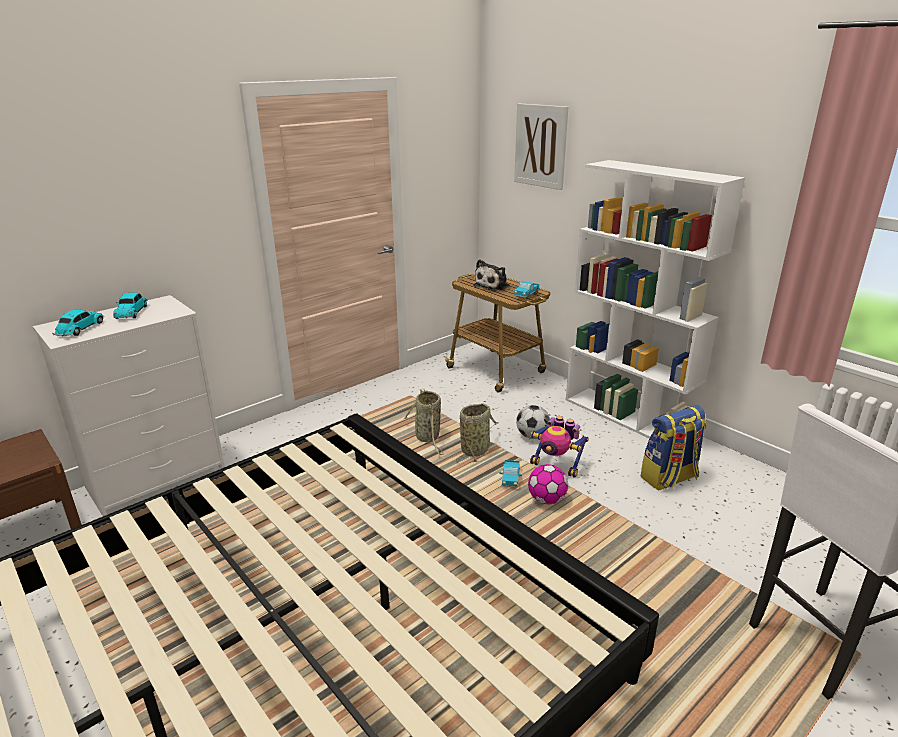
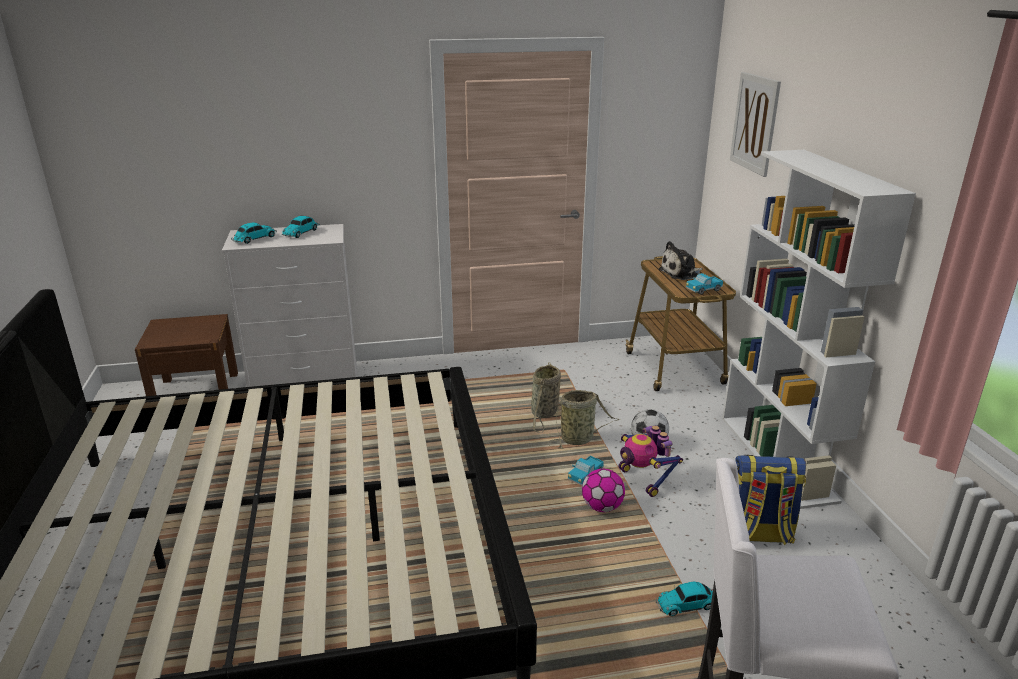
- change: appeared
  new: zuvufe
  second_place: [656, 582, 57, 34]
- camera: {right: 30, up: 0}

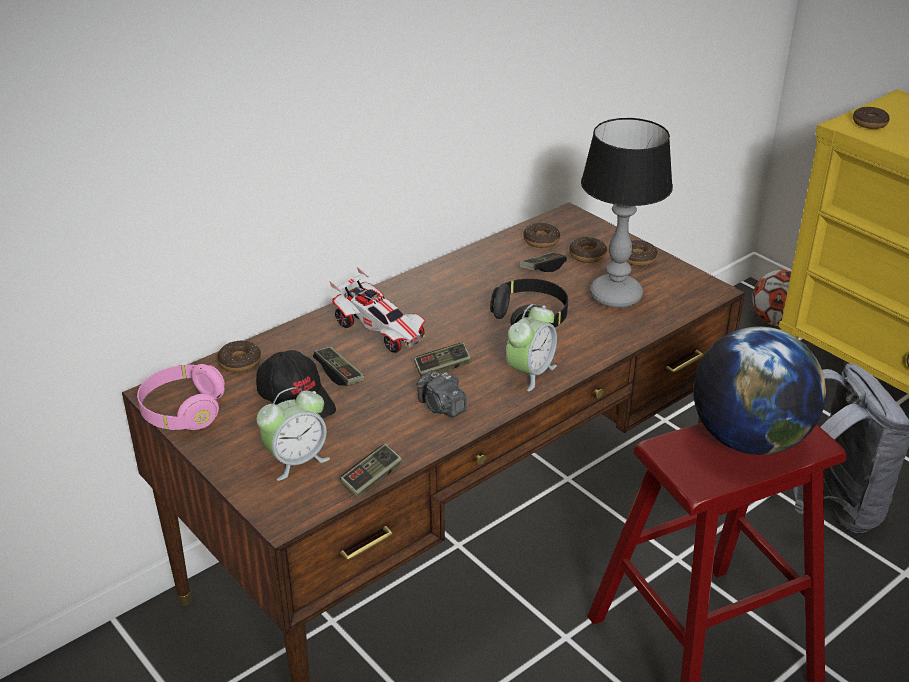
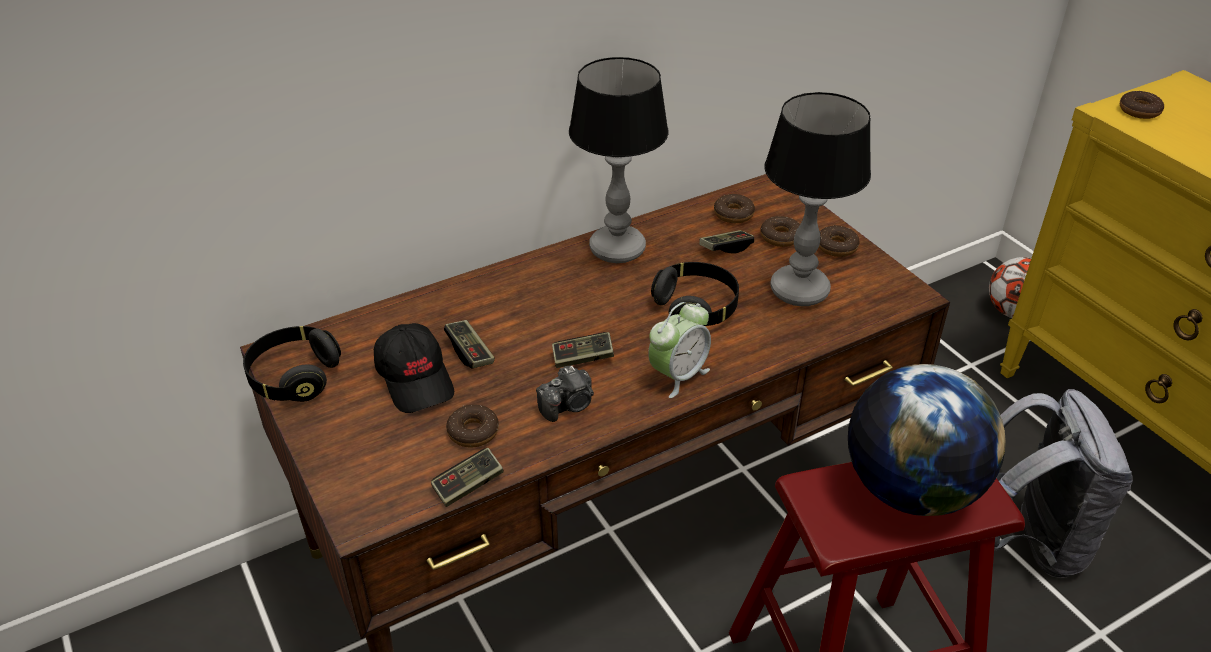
- change: missing
  old: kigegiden
  first_place: [256, 387, 74, 94]
- change: missing
  old: zuvufe
  first_place: [329, 267, 97, 86]
- change: appeared
  new: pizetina
  second_place: [569, 57, 99, 206]
- change: relocated
  old: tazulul
  first_place: [217, 340, 44, 32]
  second_place: [446, 405, 53, 42]
- change: colour
  old: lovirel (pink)
  new: lovirel (black)
  first_place: [137, 364, 88, 66]
  second_place: [243, 326, 98, 76]
- change: spun
  old: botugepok
  first_place: [417, 370, 50, 47]
  second_place: [536, 366, 58, 56]
  degrees: -90
- camera: {right: 10, up: 5}

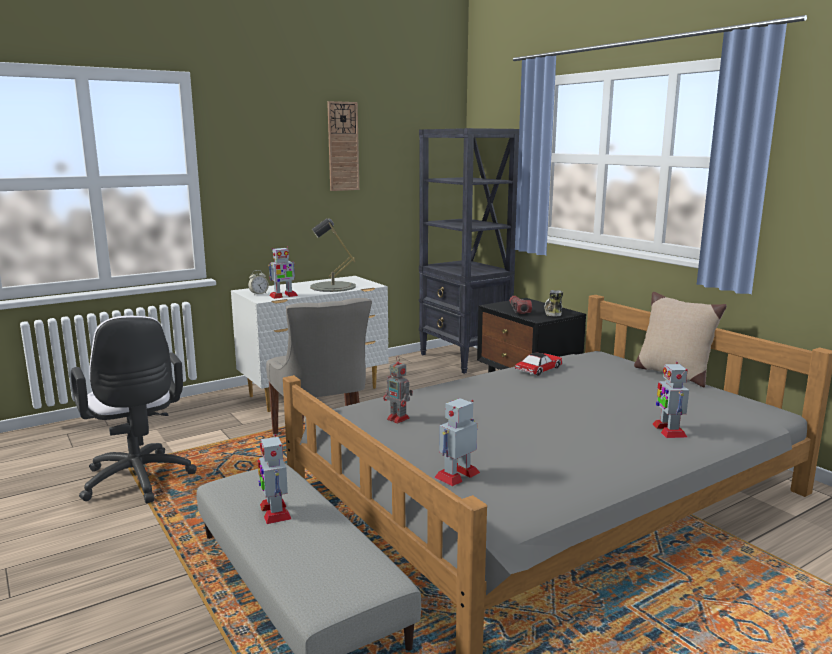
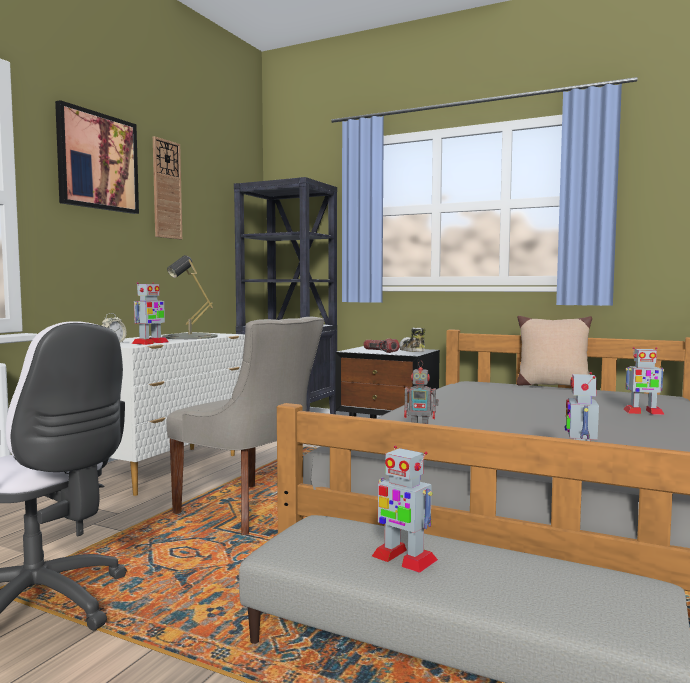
- change: missing
  old: zuvufe
  first_place: [515, 352, 48, 23]
- change: appeared
  new: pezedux
  second_place: [55, 100, 84, 114]
- change: spun
  old: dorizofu
  first_place: [652, 362, 37, 76]
  second_place: [623, 347, 42, 68]
  degrees: -45
- camera: {right: -30, up: -10}

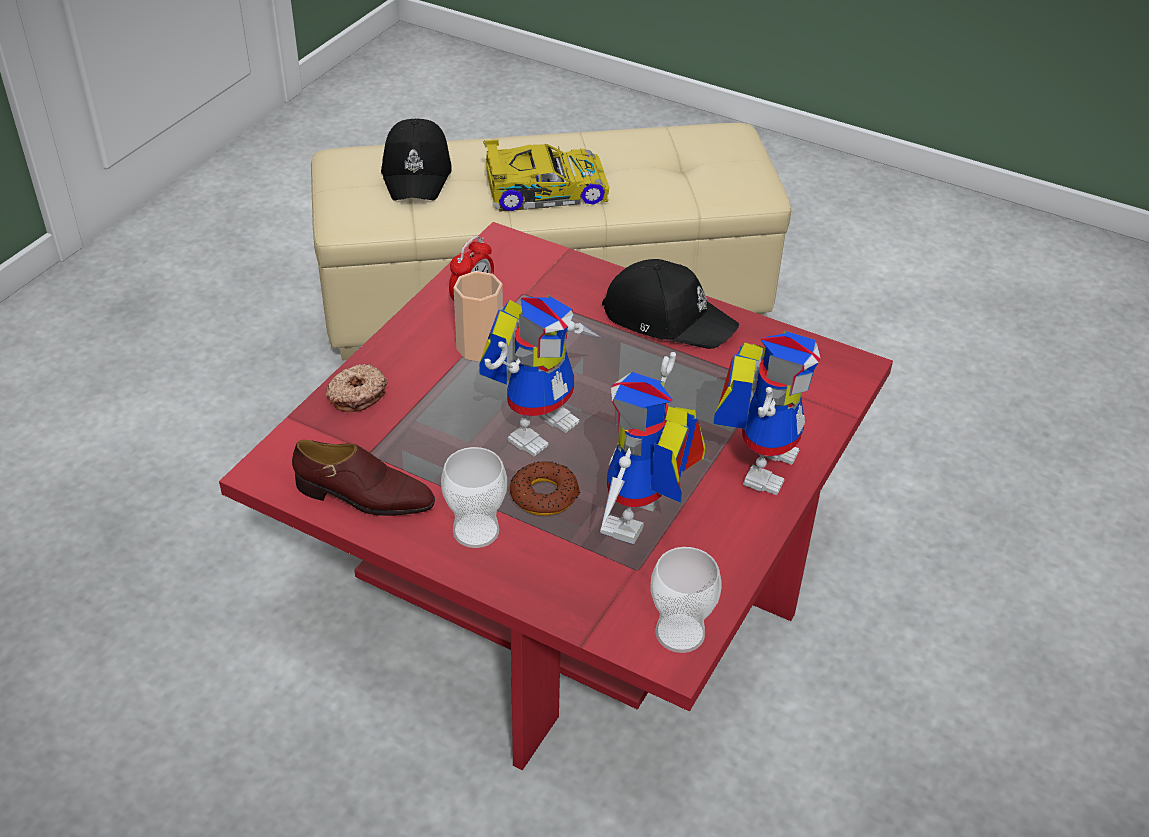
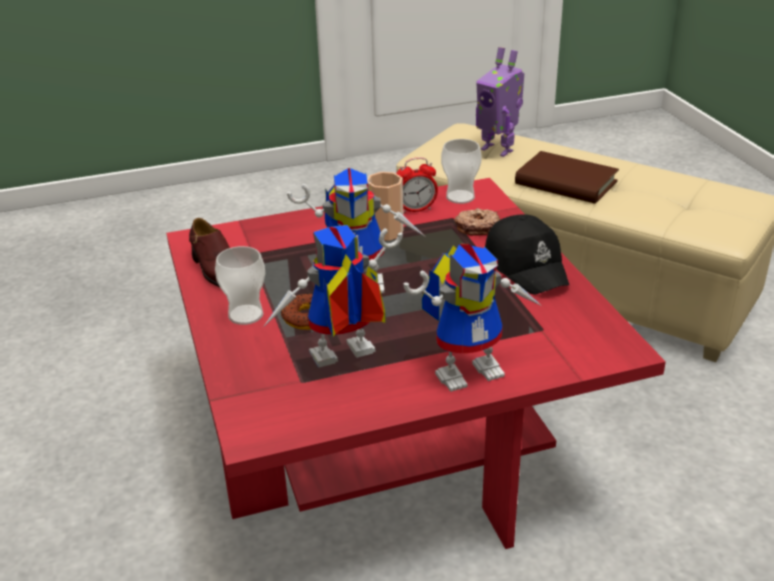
- change: relocated
  old: tazulul
  first_place: [326, 364, 61, 48]
  second_place: [454, 208, 46, 28]
- change: relocated
  old: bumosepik
  first_place: [650, 547, 72, 106]
  second_place: [441, 139, 41, 65]
- change: exchanged
  old: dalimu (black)
  new: dorizofu
  first_place: [381, 119, 71, 82]
  second_place: [476, 47, 48, 110]
- change: exchanged
  old: zuvufe
  new: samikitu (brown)
  first_place: [483, 140, 126, 72]
  second_place: [515, 151, 104, 53]
- camera: {right: 45, up: -10}

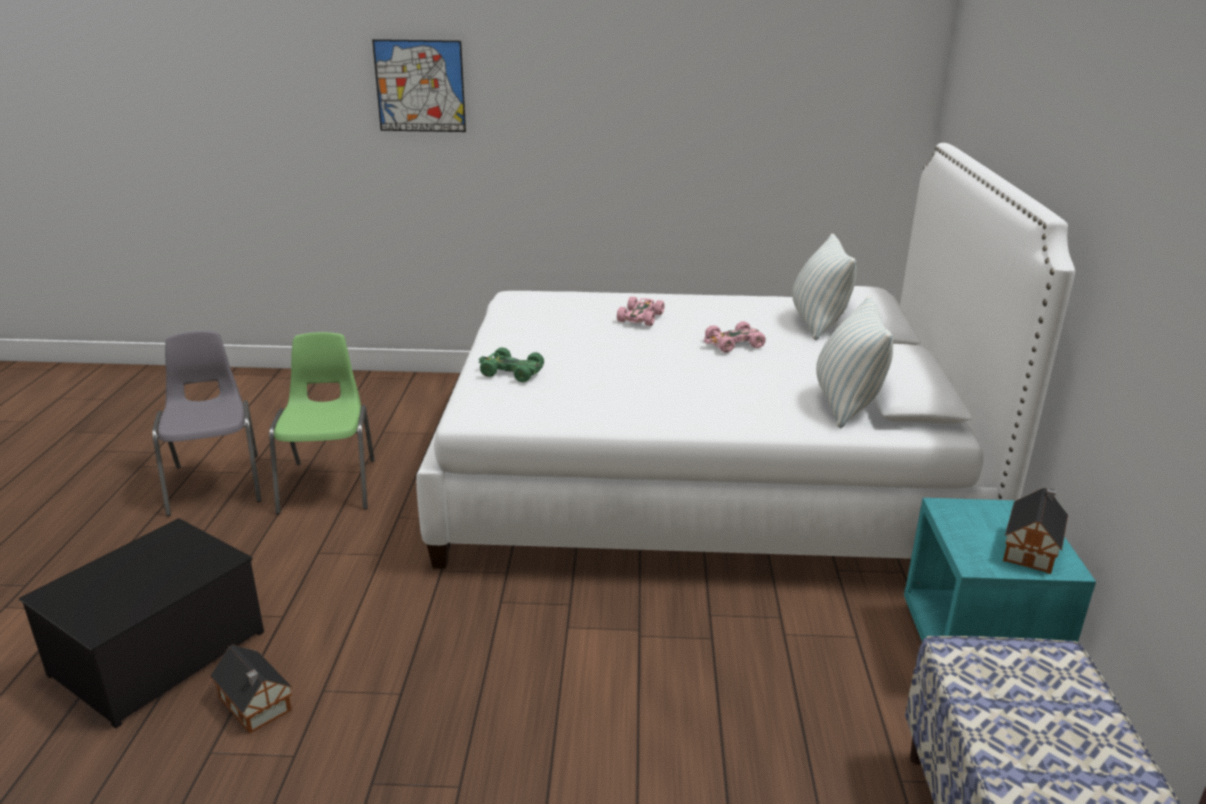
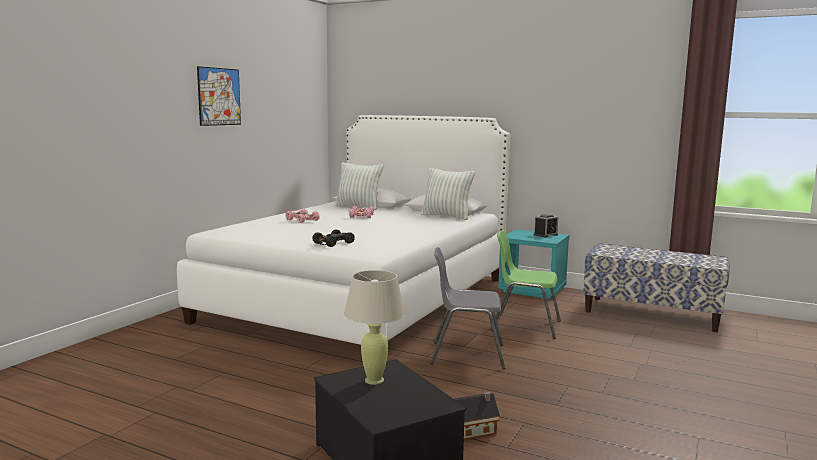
- change: appeared
  new: pizetina (beige)
  second_place: [344, 270, 61, 115]
- change: relocated
  old: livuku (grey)
  first_place: [152, 331, 110, 185]
  second_place: [430, 247, 75, 122]
- change: relocated
  old: livuku (green)
  first_place: [269, 332, 106, 182]
  second_place: [490, 230, 71, 109]
- change: relocated
  old: pezedux
  first_place: [372, 39, 94, 93]
  second_place: [197, 66, 44, 60]
- change: exchanged
  old: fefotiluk
  new: kigegiden
  first_place: [1003, 488, 65, 86]
  second_place: [534, 214, 24, 24]
- change: colour
  old: zuvufe (green)
  new: zuvufe (black)
  first_place: [478, 347, 66, 35]
  second_place: [312, 229, 43, 18]
- camera: {right: -65, up: -15}

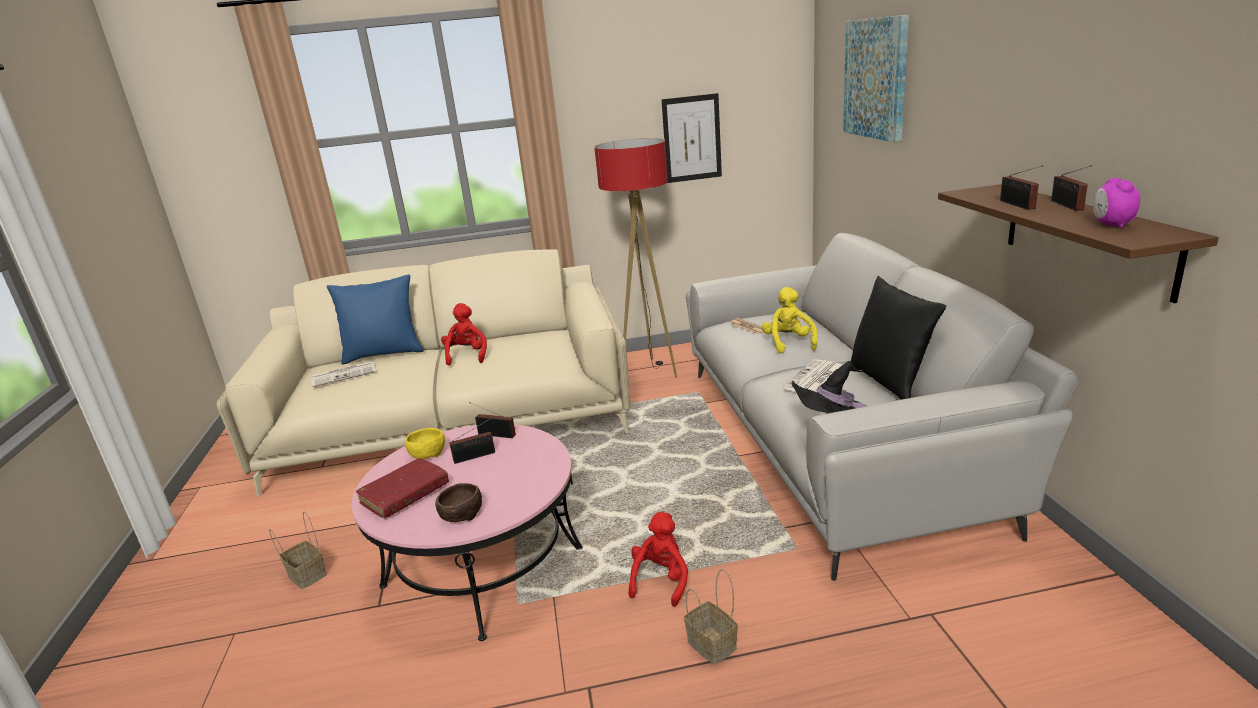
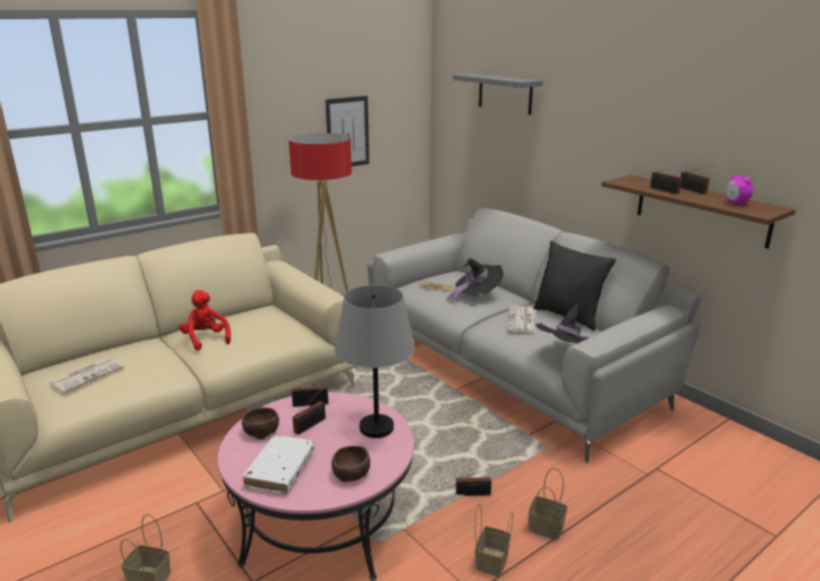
- change: missing
  old: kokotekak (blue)
  first_place: [327, 275, 97, 90]
- change: appeared
  new: pizetina (grey)
  second_place: [334, 285, 81, 153]
- change: appeared
  new: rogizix
  second_place: [475, 503, 38, 74]
- change: exchanged
  old: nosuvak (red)
  new: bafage
  first_place: [629, 512, 59, 95]
  second_place: [456, 467, 40, 29]
- change: exchanged
  old: nosuvak (yellow)
  new: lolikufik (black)
  first_place: [762, 287, 56, 66]
  second_place: [447, 258, 57, 46]
- change: exchanged
  old: pezedux
  new: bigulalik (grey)
  first_place: [843, 15, 66, 128]
  second_place: [453, 73, 90, 42]
- change: colour
  old: samikitu (red)
  new: samikitu (white)
  first_place: [356, 458, 93, 60]
  second_place: [242, 435, 73, 59]
- change: colour
  old: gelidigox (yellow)
  new: gelidigox (brown)
  first_place: [405, 428, 40, 31]
  second_place: [242, 407, 37, 32]
- camera: {right: -30, up: 0}

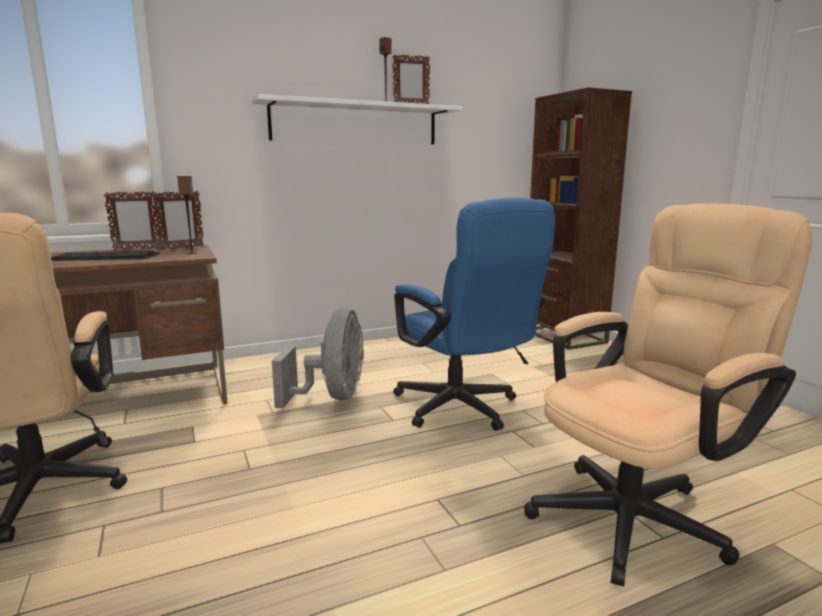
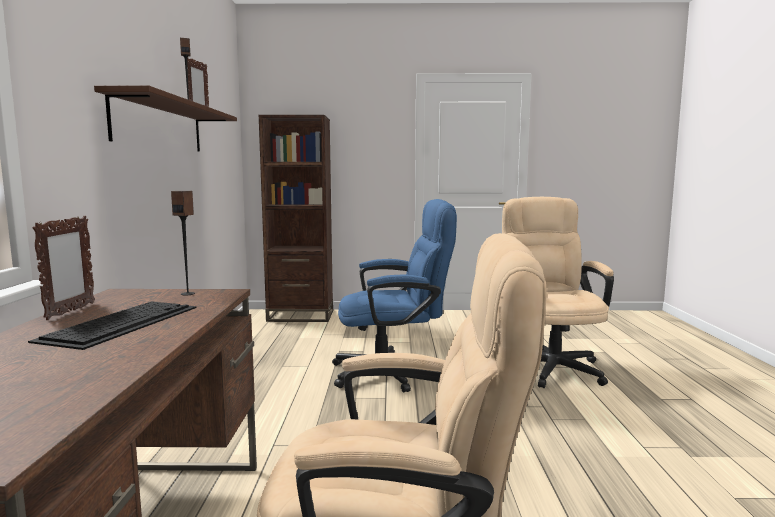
- change: missing
  old: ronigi
  first_place: [153, 191, 51, 59]
- change: missing
  old: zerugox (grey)
  first_place: [272, 308, 92, 100]
- change: colour
  old: bigulalik (white)
  new: bigulalik (brown)
  first_place: [252, 94, 211, 51]
  second_place: [94, 85, 143, 67]
- camera: {right: -65, up: -5}

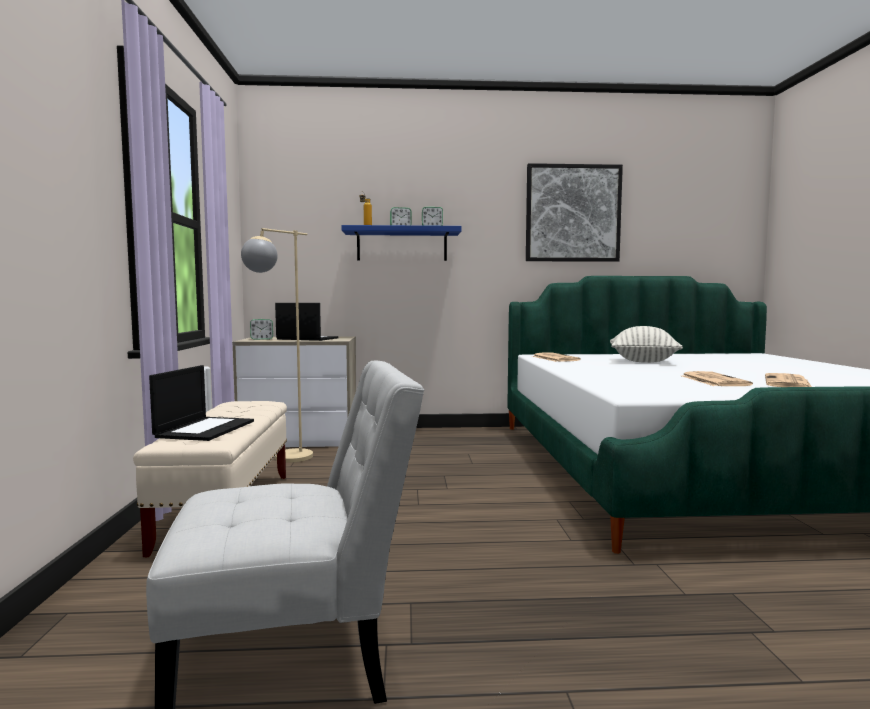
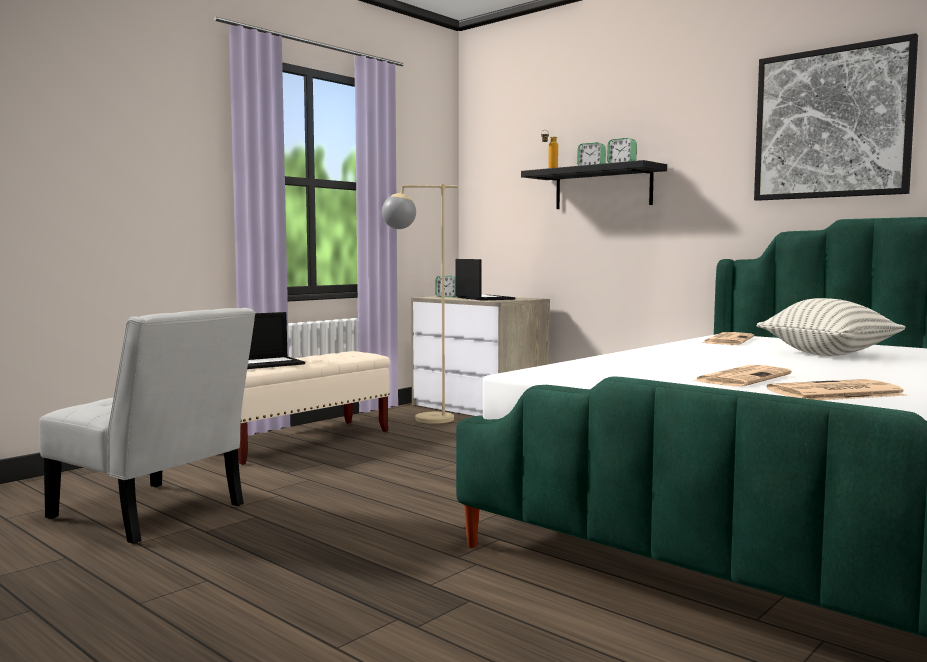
- change: colour
  old: bigulalik (blue)
  new: bigulalik (black)
  first_place: [341, 225, 120, 36]
  second_place: [521, 160, 146, 49]
- camera: {right: 45, up: 0}

